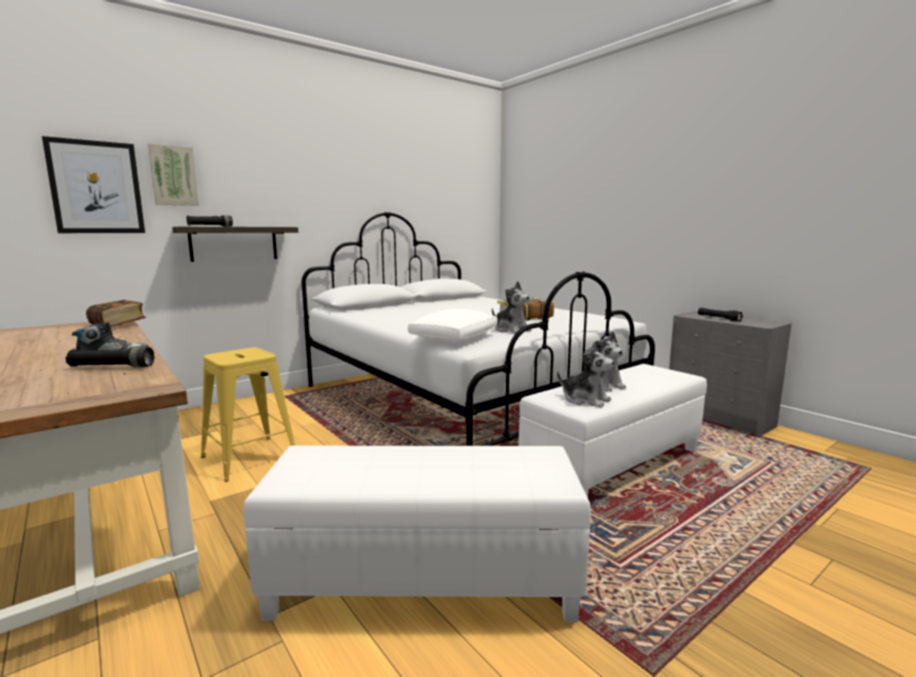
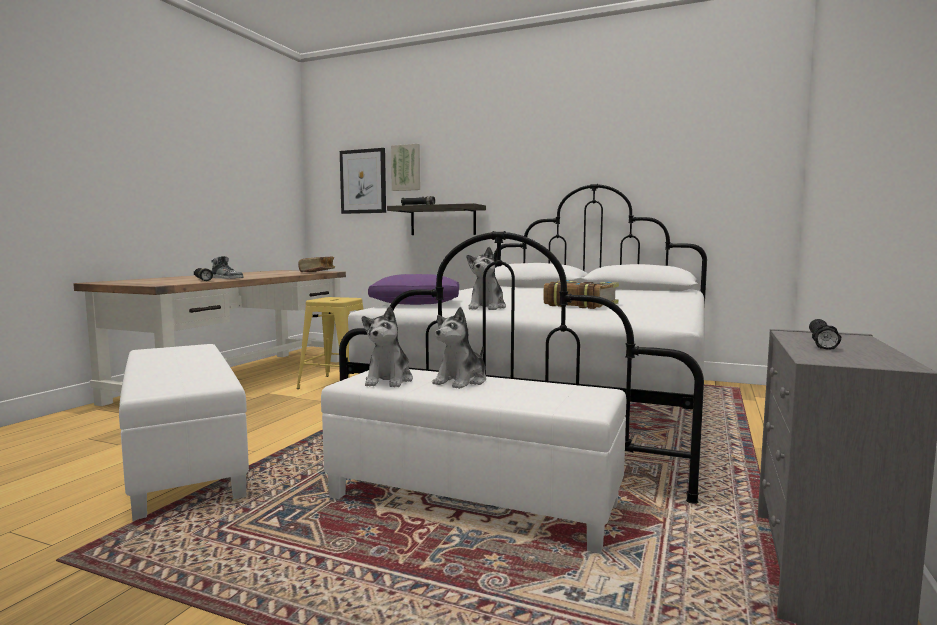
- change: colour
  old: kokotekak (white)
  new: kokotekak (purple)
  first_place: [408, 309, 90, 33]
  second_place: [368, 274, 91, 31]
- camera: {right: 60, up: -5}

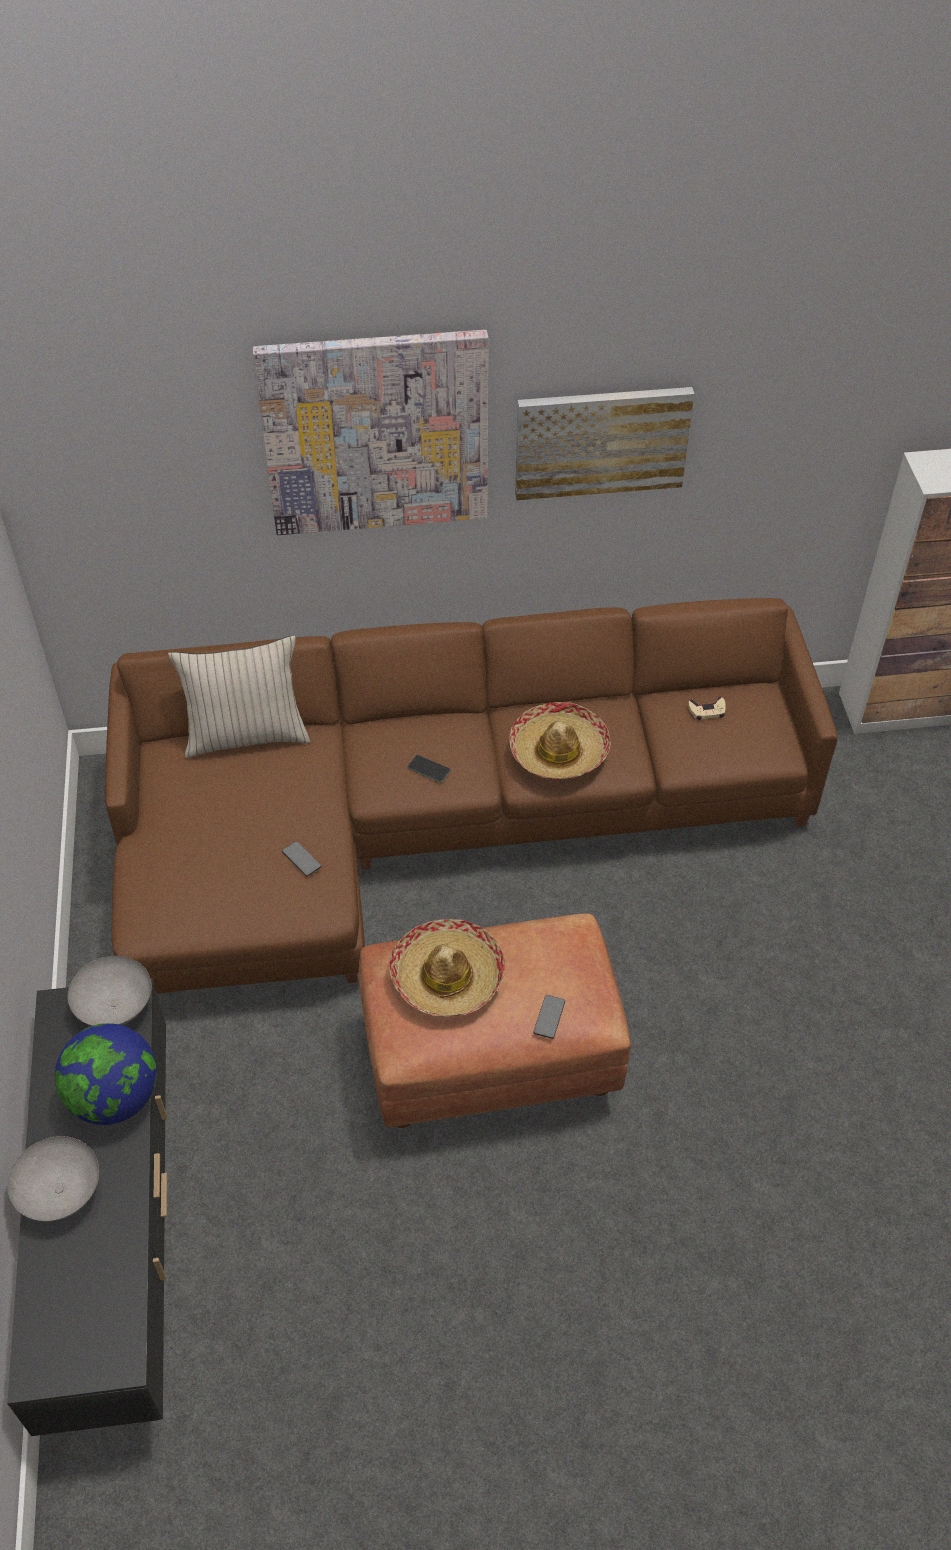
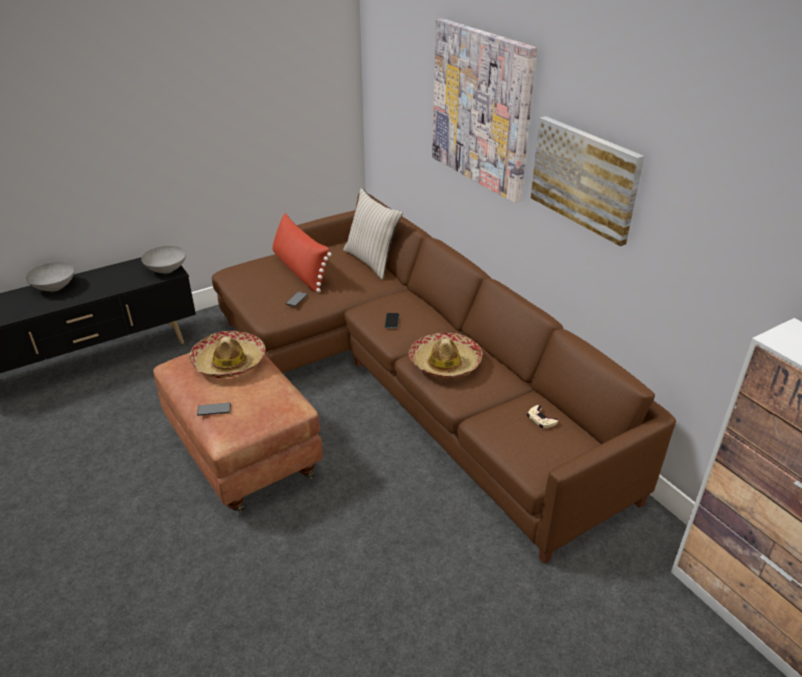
- change: missing
  old: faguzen
  first_place: [55, 1023, 102, 102]
- change: appeared
  new: kokotekak (red)
  second_place: [272, 213, 59, 79]
- camera: {right: 65, up: -15}

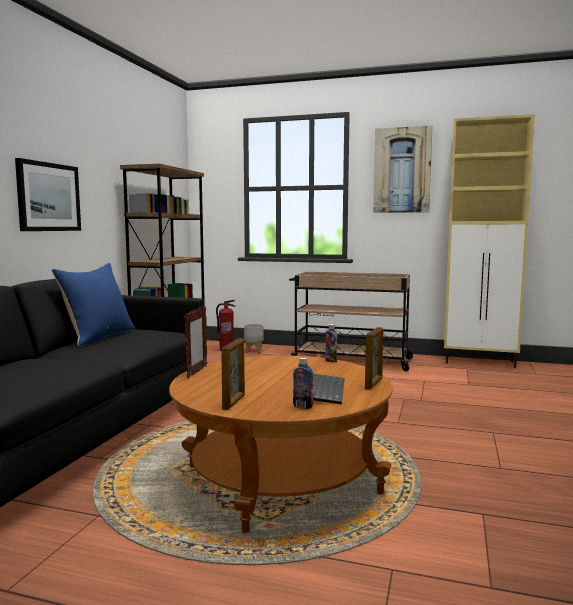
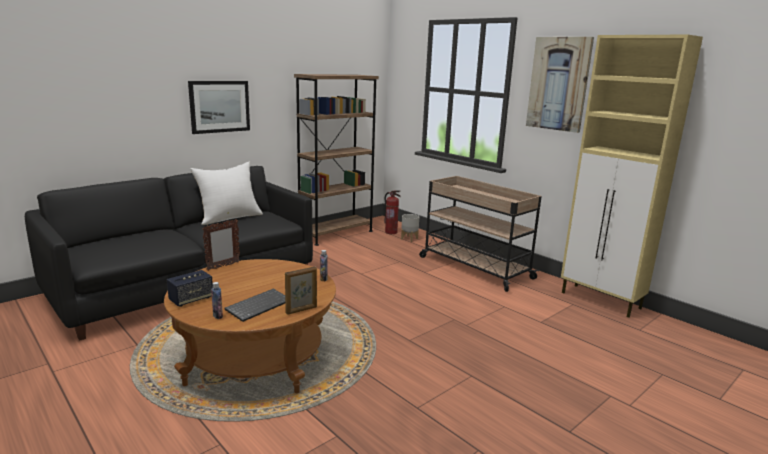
- change: exchanged
  old: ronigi
  new: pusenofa
  first_place: [221, 338, 24, 72]
  second_place: [167, 270, 46, 37]
- change: colour
  old: kokotekak (blue)
  new: kokotekak (white)
  first_place: [51, 263, 85, 83]
  second_place: [190, 162, 73, 63]
- camera: {right: 30, up: 10}

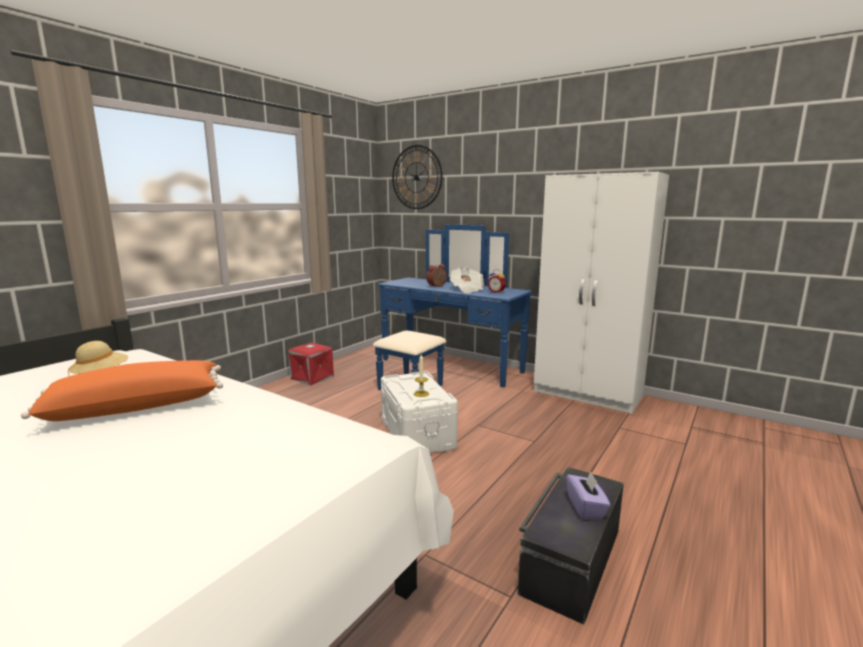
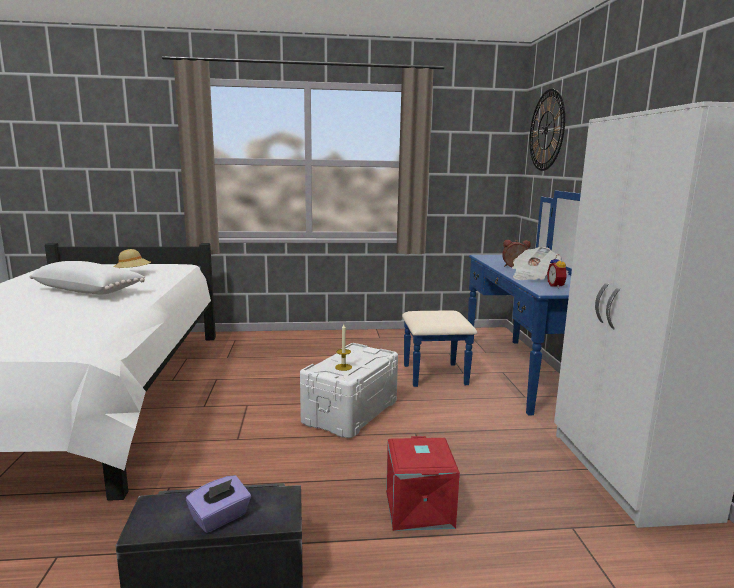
- change: relocated
  old: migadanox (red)
  first_place: [288, 343, 46, 43]
  second_place: [386, 436, 74, 95]
- change: colour
  old: kokotekak (orange)
  new: kokotekak (white)
  first_place: [21, 360, 202, 61]
  second_place: [30, 261, 115, 33]
- camera: {right: 50, up: 0}

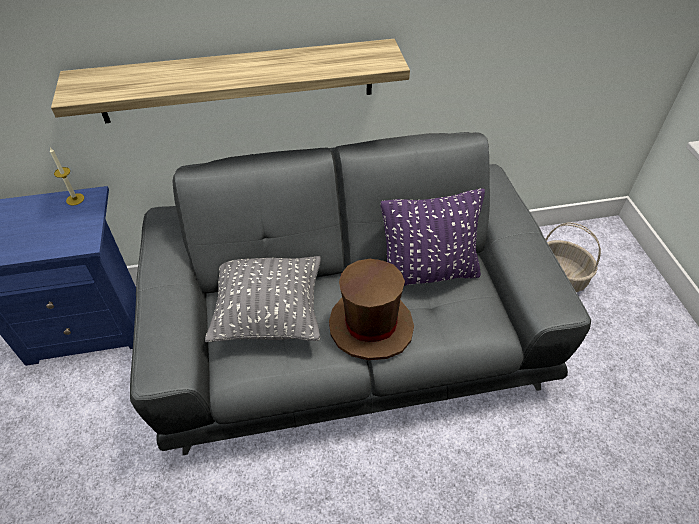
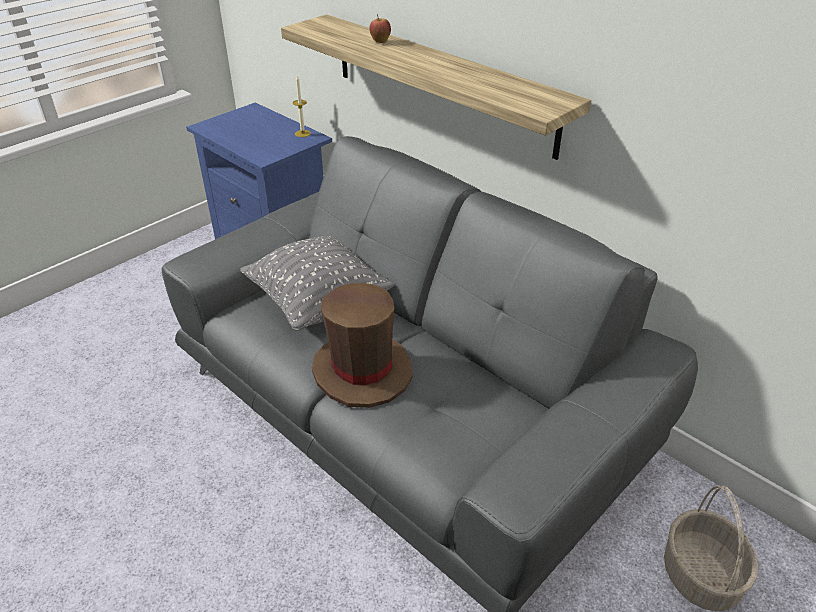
- change: missing
  old: kokotekak (purple)
  first_place: [381, 189, 104, 97]
- change: appeared
  new: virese
  second_place: [369, 14, 22, 29]
- camera: {right: 55, up: -10}

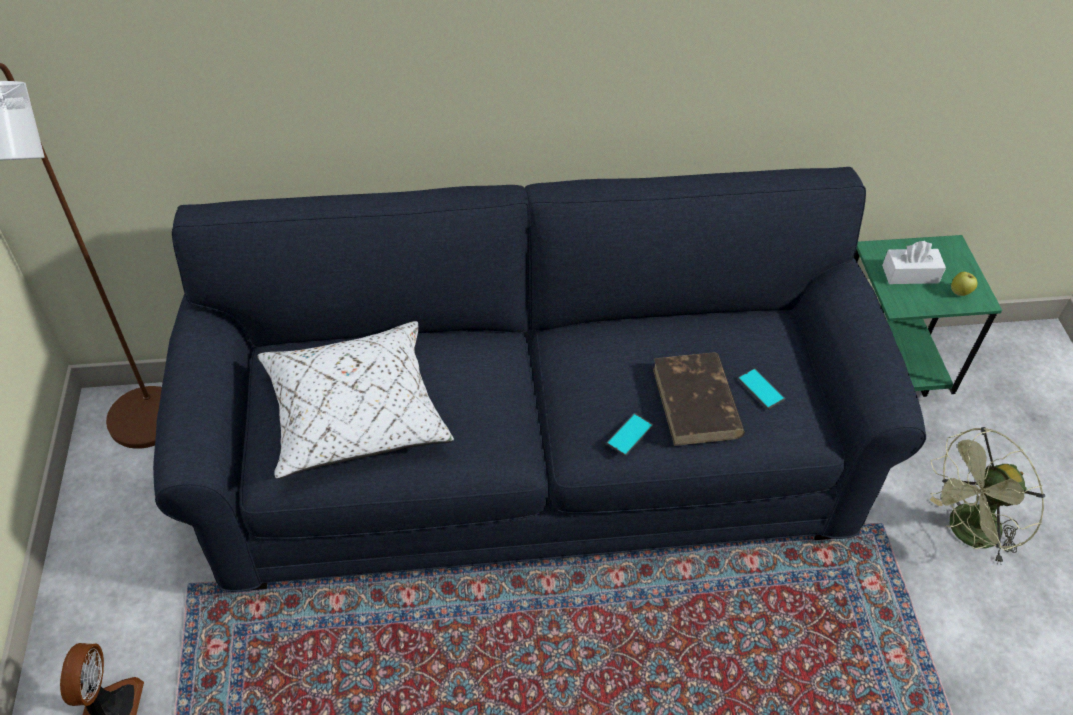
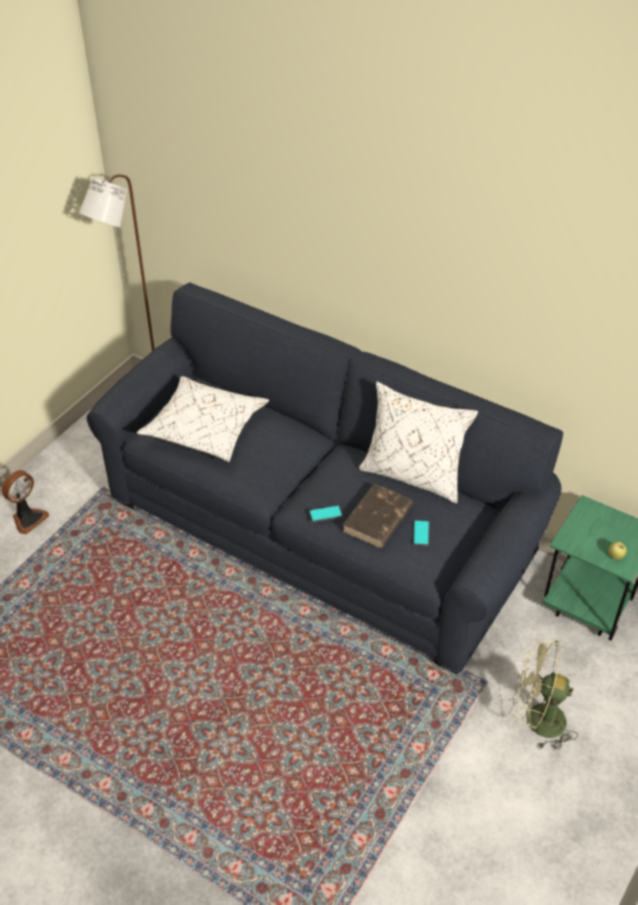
- change: missing
  old: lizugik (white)
  first_place: [882, 241, 64, 43]
- change: appeared
  new: kokotekak (white)
  second_place: [359, 381, 119, 123]
- camera: {right: 40, up: -5}

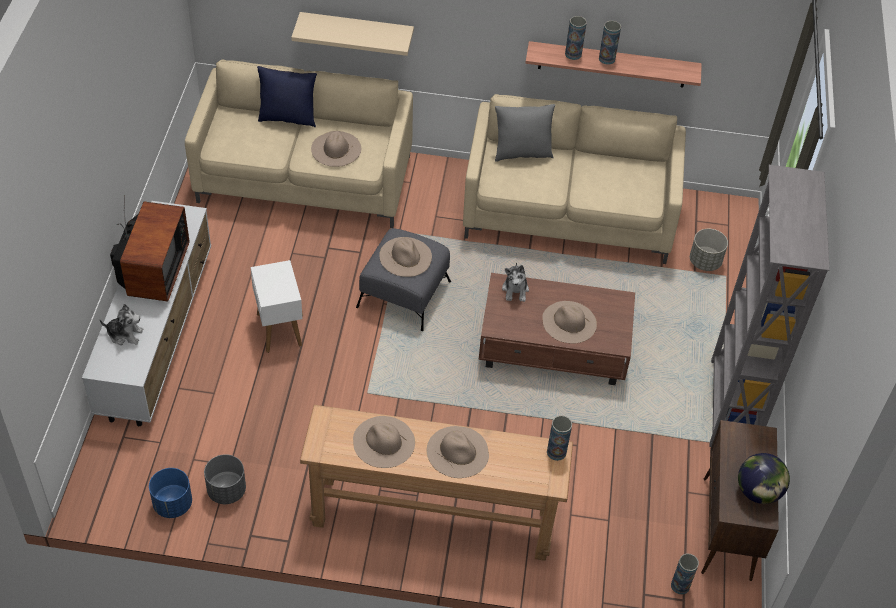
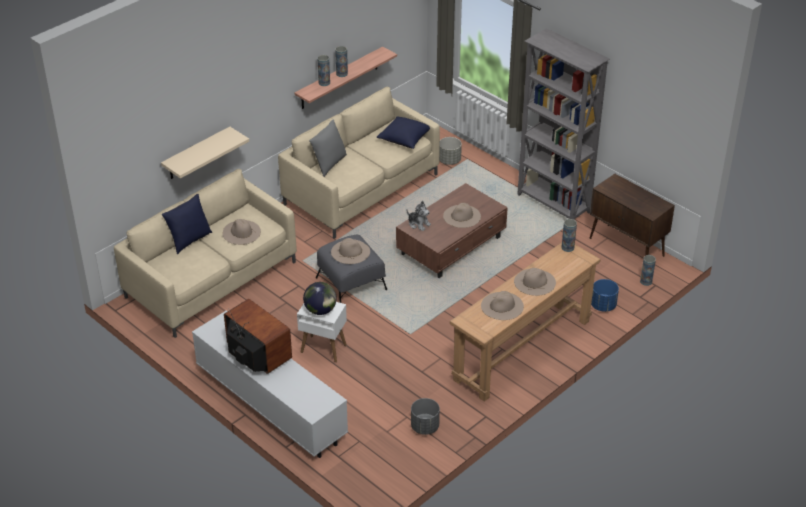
- change: missing
  old: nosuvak
  first_place: [100, 304, 44, 41]
- change: appeared
  new: kokotekak (blue)
  second_place: [376, 116, 54, 33]
- change: relocated
  old: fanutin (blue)
  first_place: [149, 468, 43, 50]
  second_place: [591, 279, 28, 33]
- change: relocated
  old: faguzen
  first_place: [738, 453, 52, 51]
  second_place: [303, 282, 34, 33]
- camera: {right: -50, up: -10}

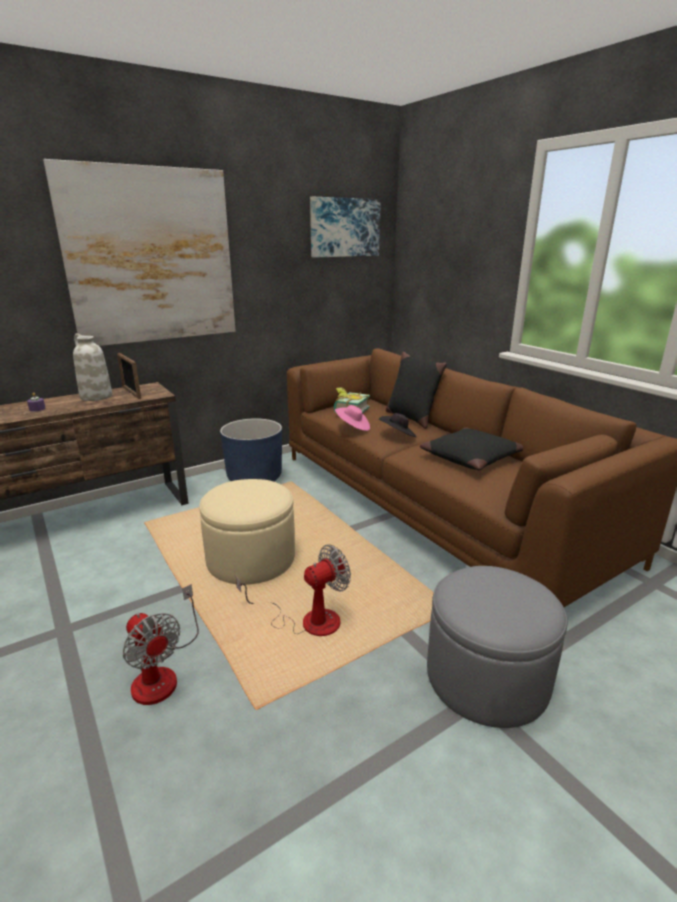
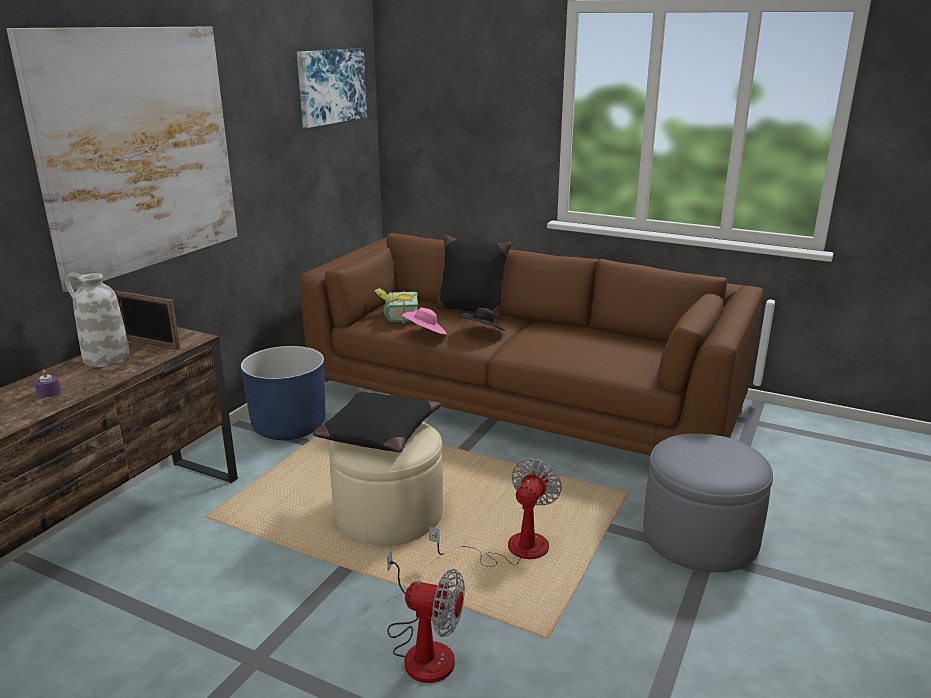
- change: relocated
  old: kokotekak (black)
  first_place: [420, 427, 103, 43]
  second_place: [313, 390, 128, 62]
- camera: {right: -30, up: 0}

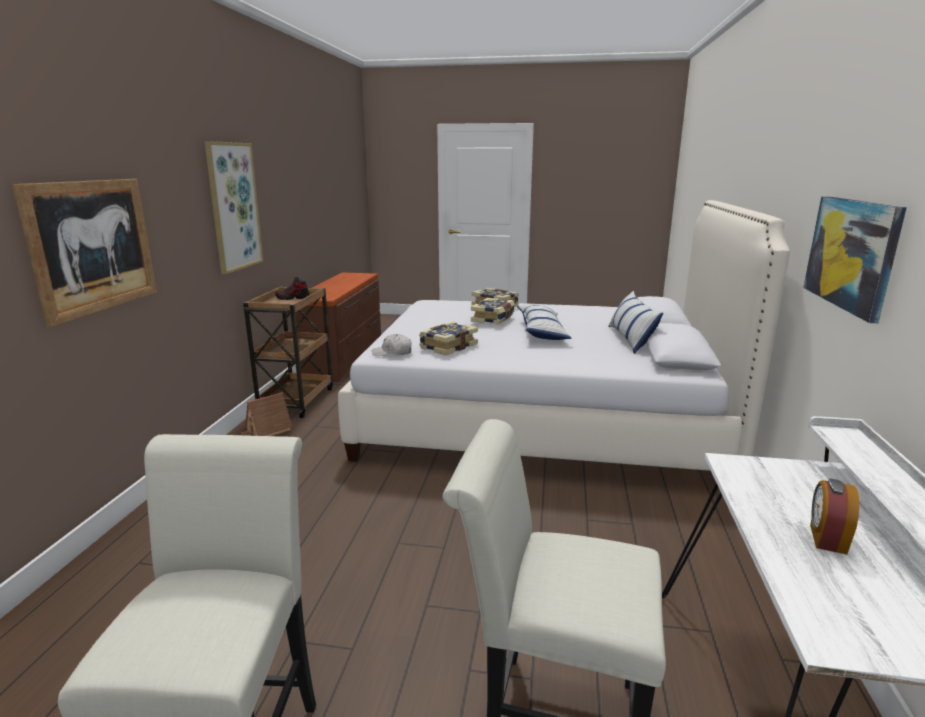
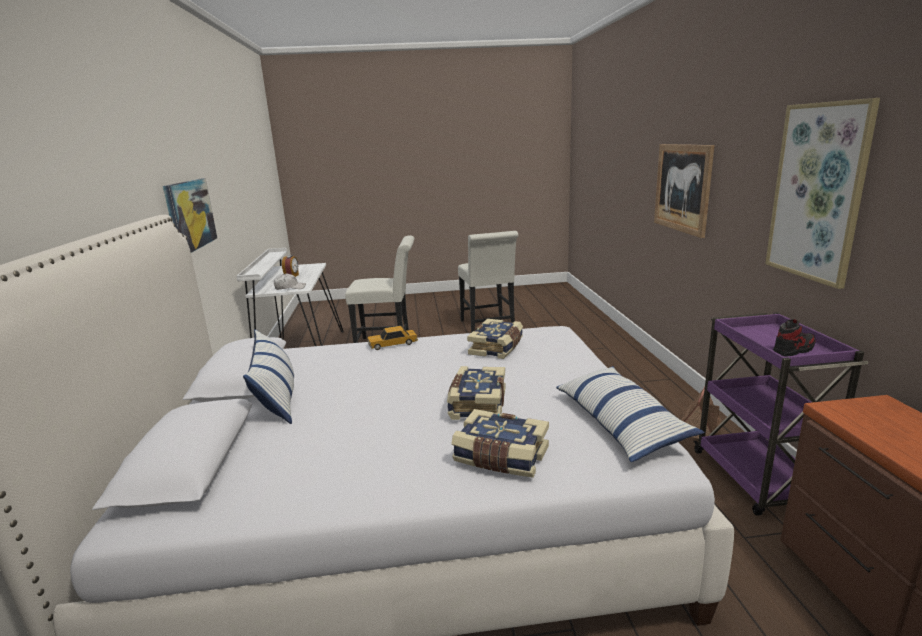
- change: appeared
  new: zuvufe
  second_place: [368, 326, 50, 24]
- change: relocated
  old: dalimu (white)
  first_place: [372, 334, 40, 22]
  second_place: [273, 274, 33, 16]
- change: relocated
  old: kokotekak
  first_place: [517, 305, 54, 35]
  second_place: [556, 366, 148, 96]
- change: colour
  old: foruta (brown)
  new: foruta (purple)
  first_place: [243, 286, 90, 132]
  second_place: [693, 312, 175, 204]
- camera: {right: 165, up: 0}

